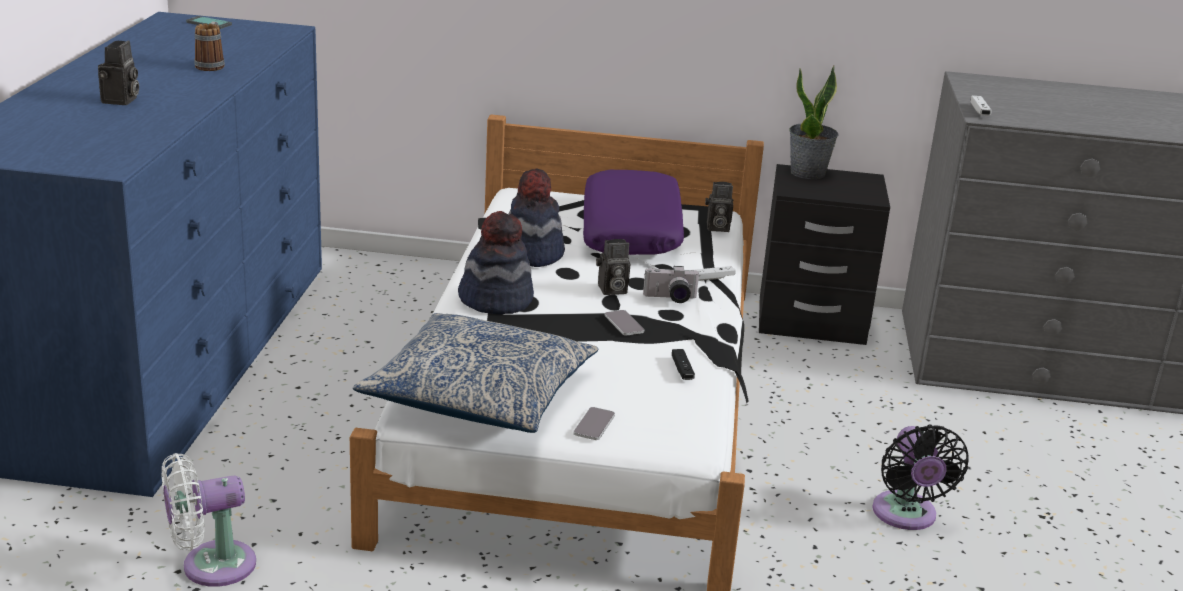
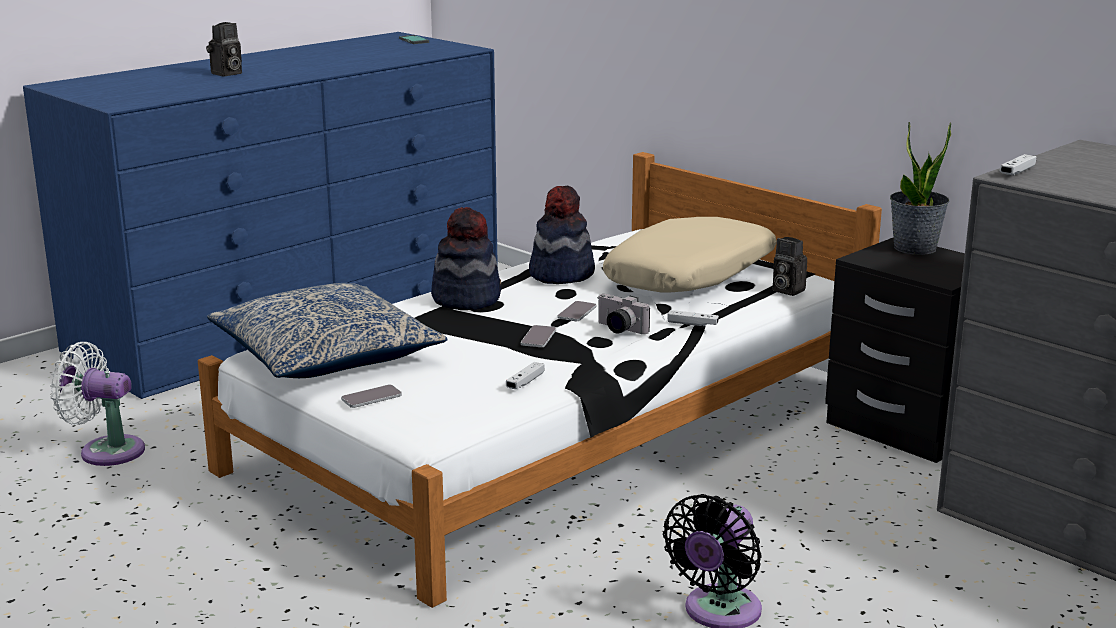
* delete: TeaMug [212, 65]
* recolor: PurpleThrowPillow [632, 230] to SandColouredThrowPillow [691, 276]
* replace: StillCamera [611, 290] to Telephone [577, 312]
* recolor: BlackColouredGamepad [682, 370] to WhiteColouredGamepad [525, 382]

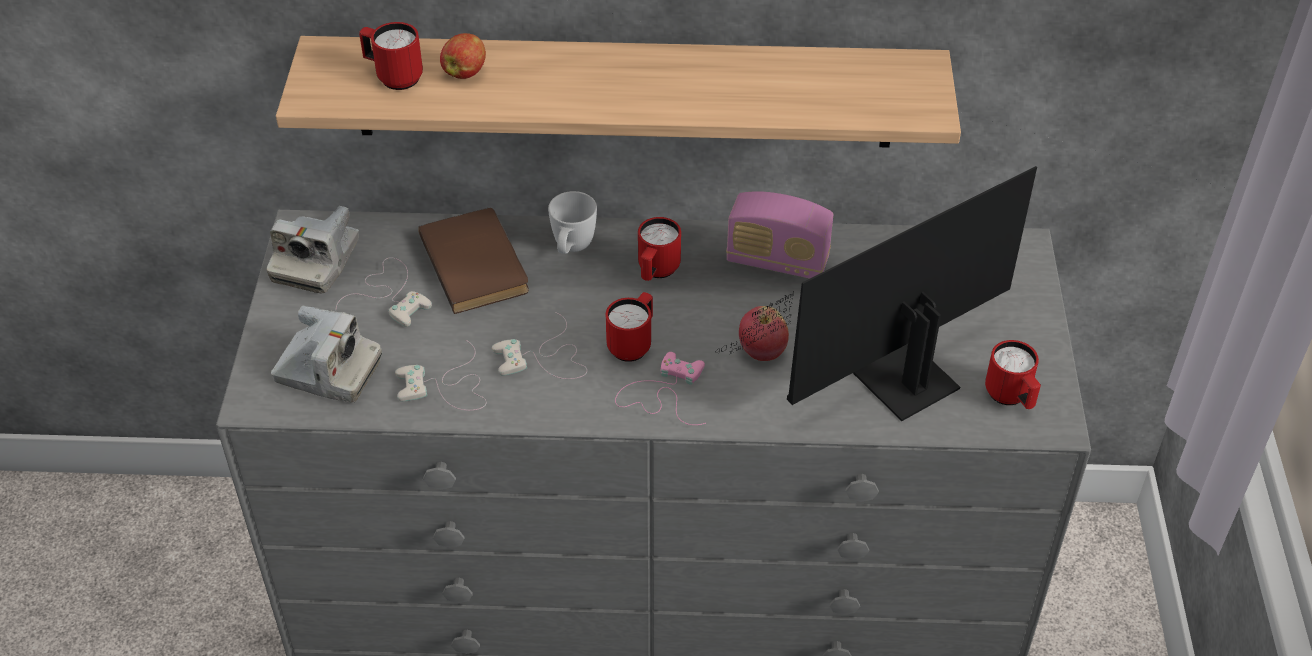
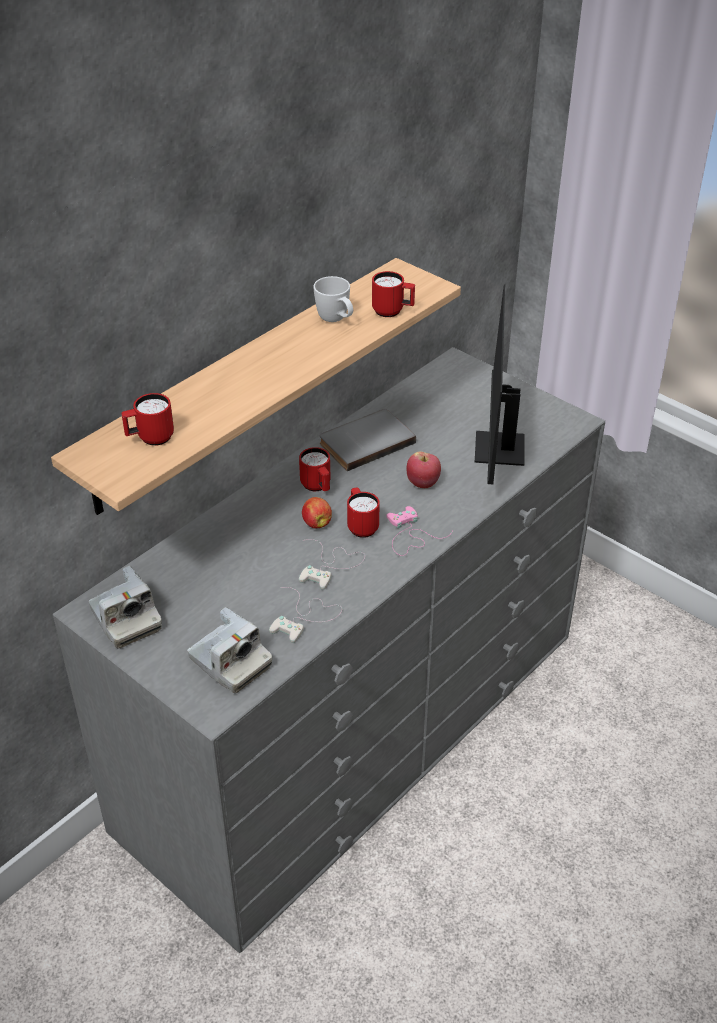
* move: Apple [465, 72] to [316, 523]
* move: WhiteColouredTeaMug [571, 249] to [336, 320]
* replace: Radio [777, 261] to GrayBoundBook [365, 441]
* delete: BrownBoundBook [478, 263]
* delete: WhiteColouredGamepad [390, 294]
* rotate: StillCamera [328, 371] = [230, 662] 75 degrees clockwise
* move: RedTeaMug [1011, 398] to [392, 311]

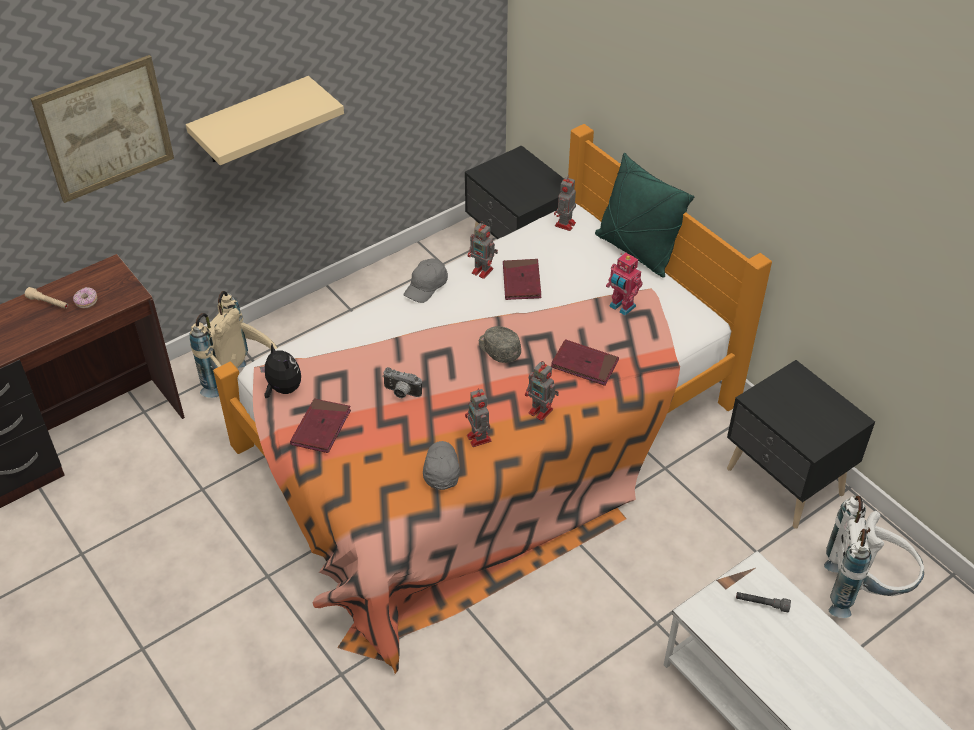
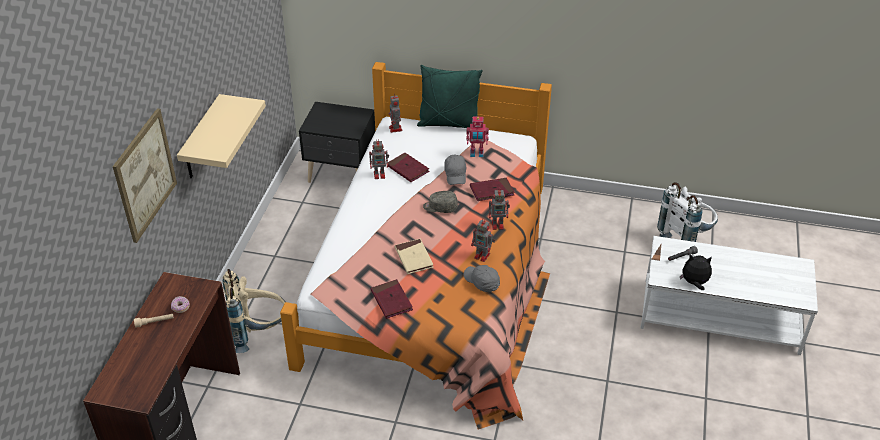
* move: GrayBaseballCap [426, 287] to [455, 174]
* move: PlushToy [282, 389] to [694, 283]
* delete: BlackColouredNightstand [784, 484]
* replace: StillCamera [401, 393] to SandColouredBoundBook [414, 258]

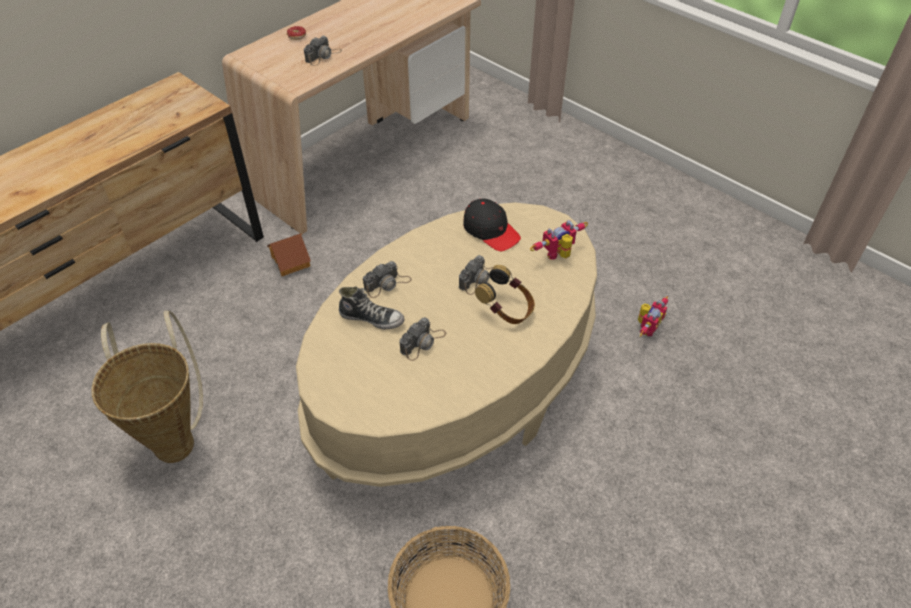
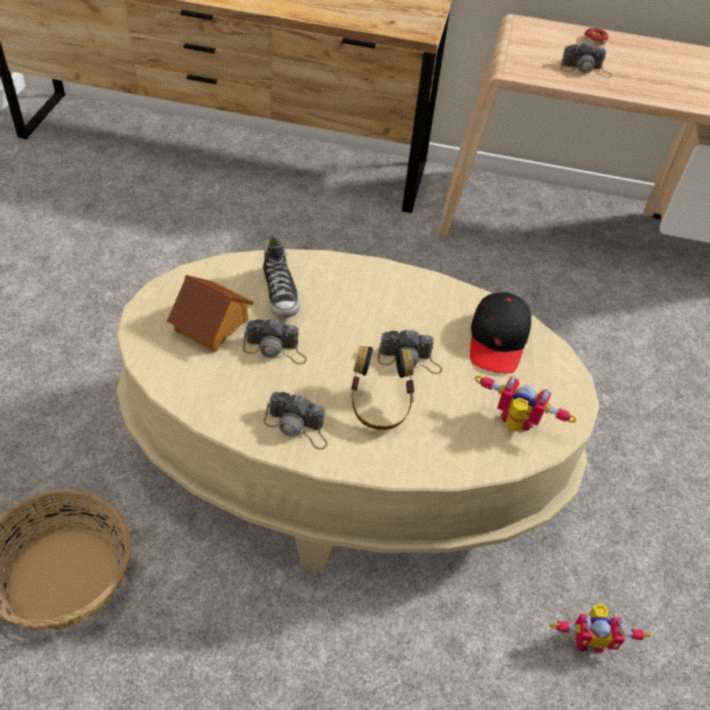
* move: MiniatureHouse [291, 261] to [212, 325]
* move: StillCamera [387, 284] to [297, 427]
* delete: StorageBasket [175, 438]

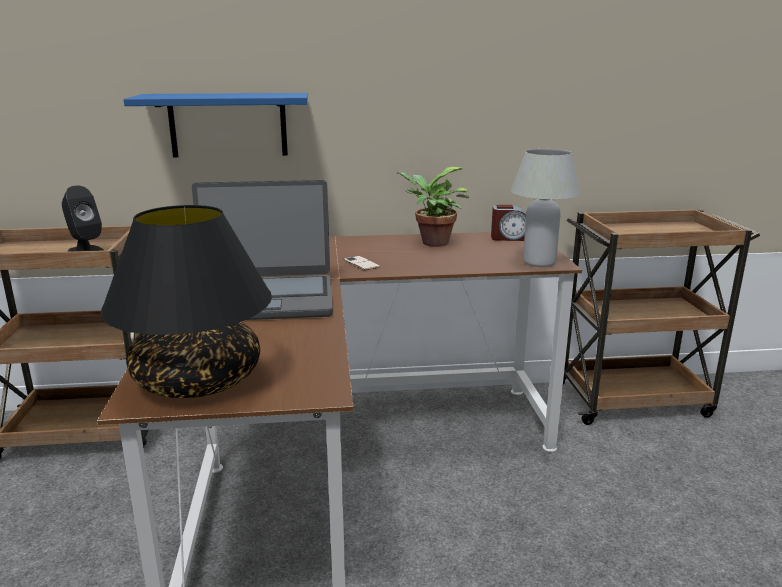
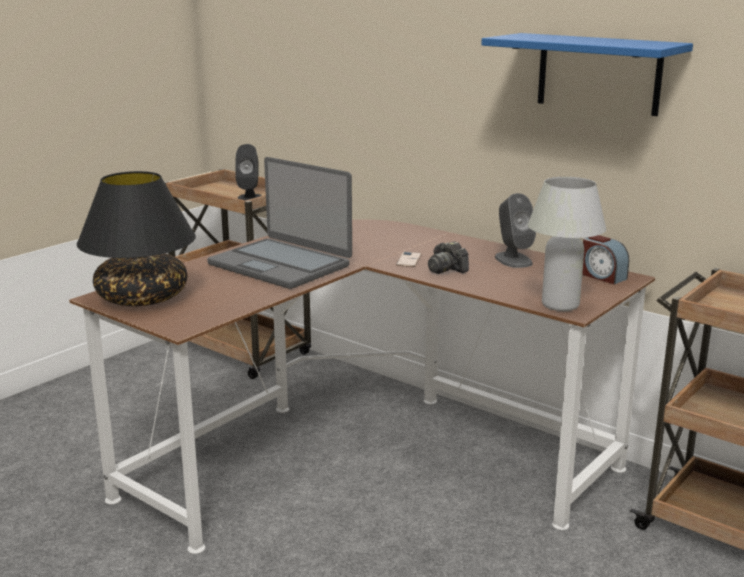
* move: BluishShelf [228, 125] to [598, 73]
* replace: Houseplant [431, 243] to GraySpeaker [513, 260]
* insert: StillCamera [446, 269]

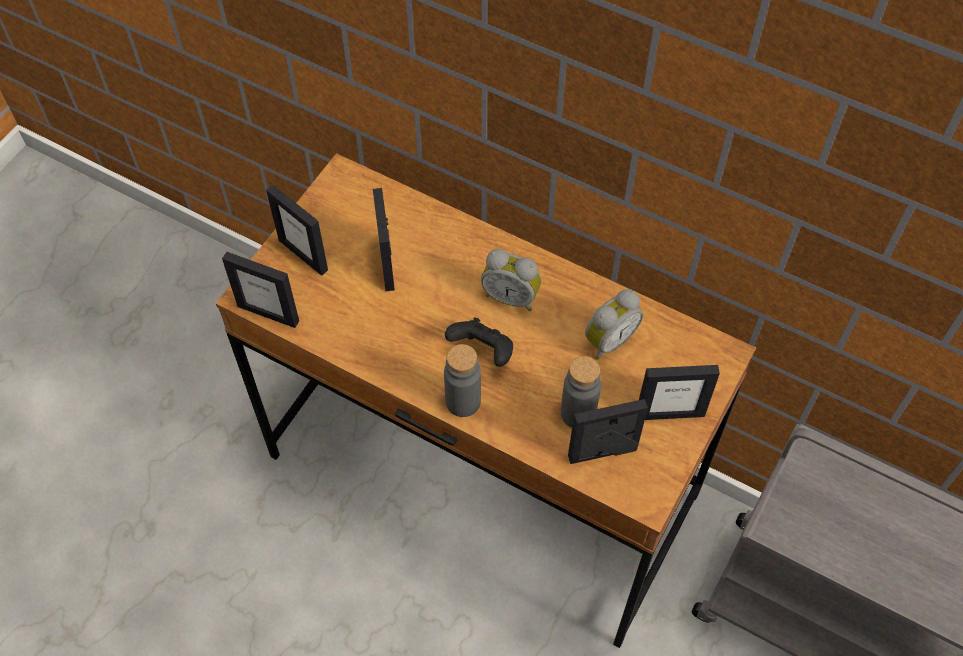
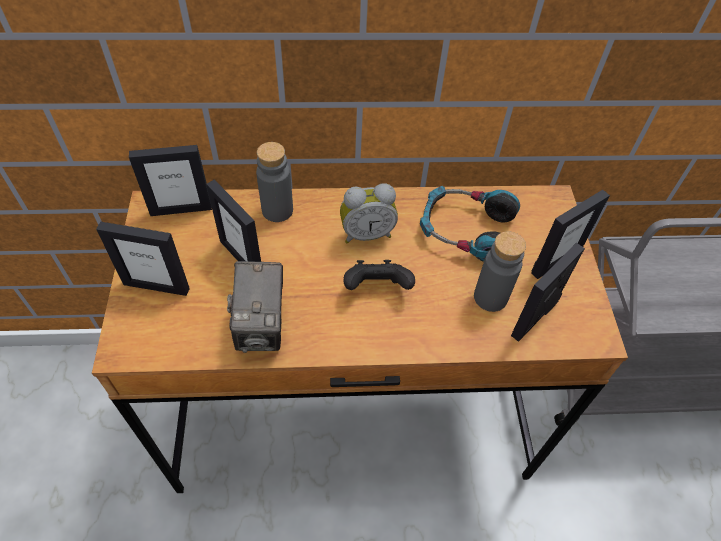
* move: PhotoFrame [268, 313] to [181, 209]
* replace: TableClock [608, 339] to PairOfHeadphones [466, 230]
* move: GrayDrinkBottle [463, 401] to [277, 210]
* insert: StillCamera [262, 327]

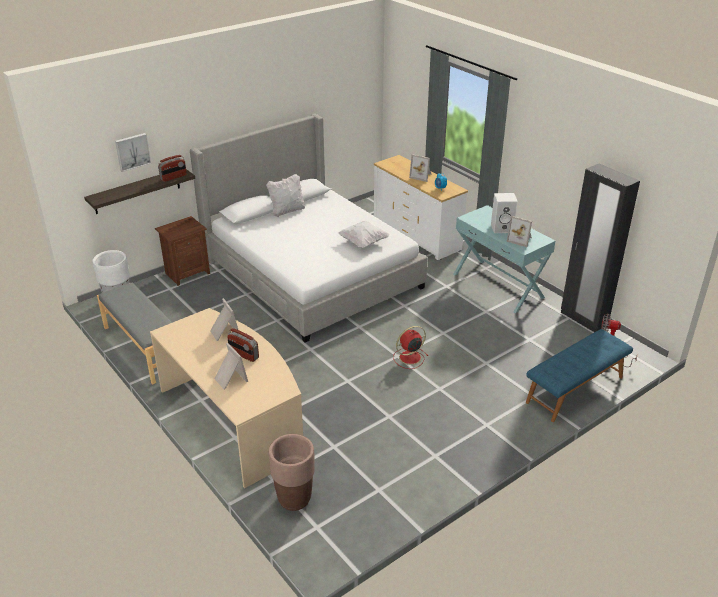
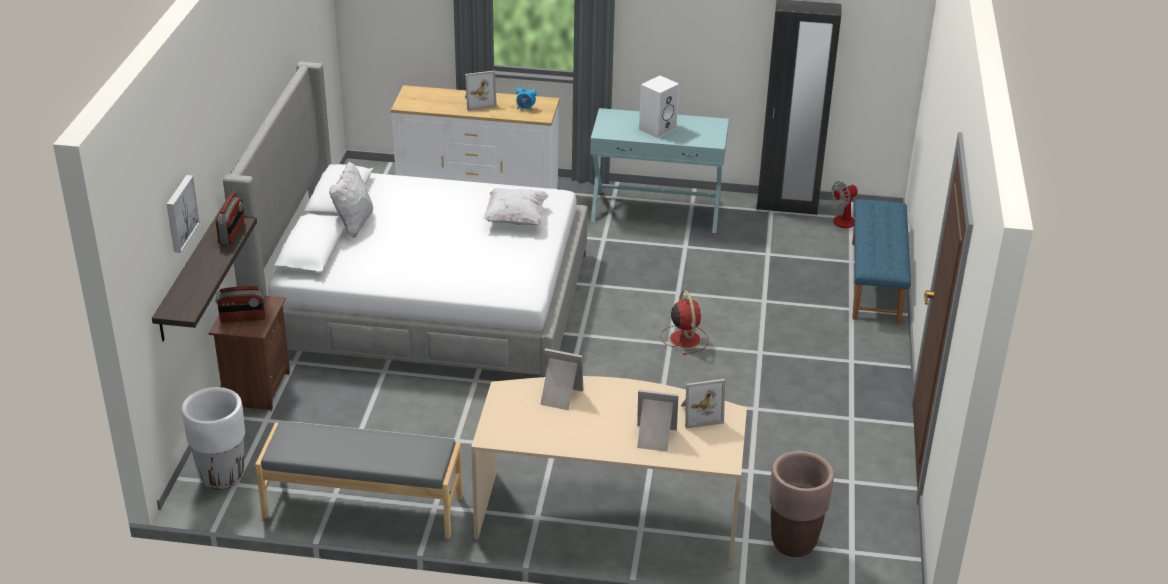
* move: PhotoFrame [520, 239] to [699, 414]
* rotate: RedCoolingFan [409, 358] = [684, 338] 150 degrees clockwise
* move: Radio [243, 354] to [242, 318]

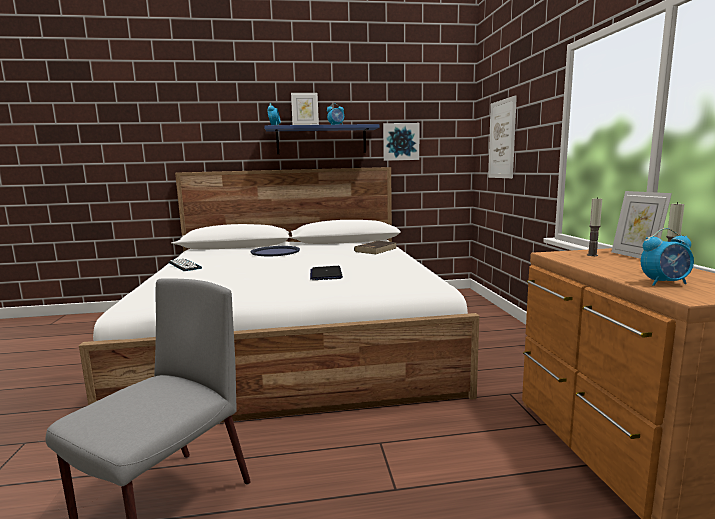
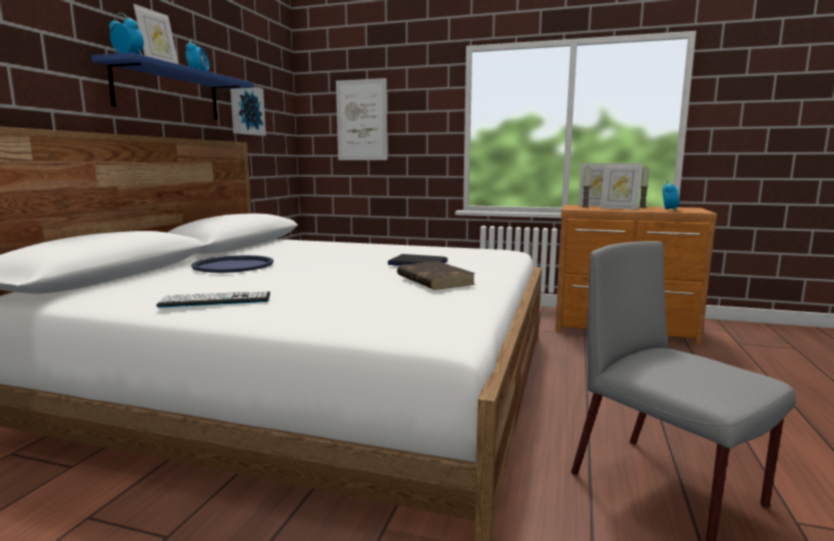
* move: BrownBoundBook [376, 249] to [434, 280]
* insert: PhotoFrame [619, 208]

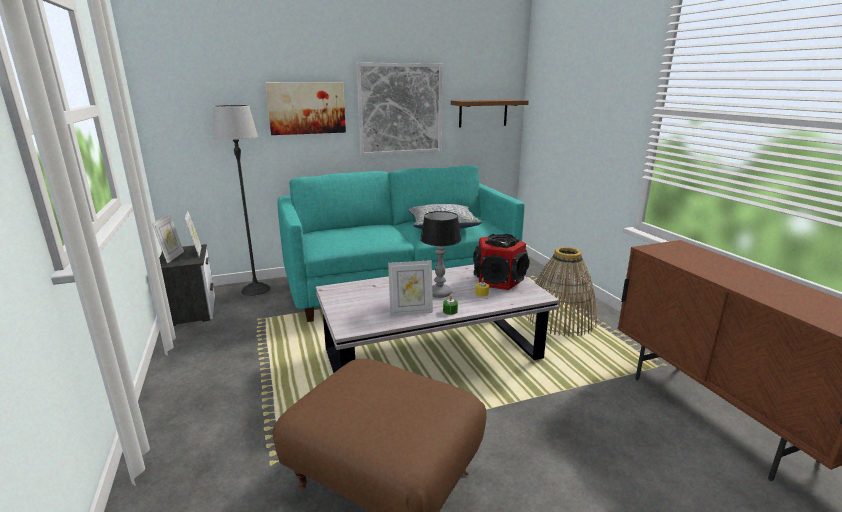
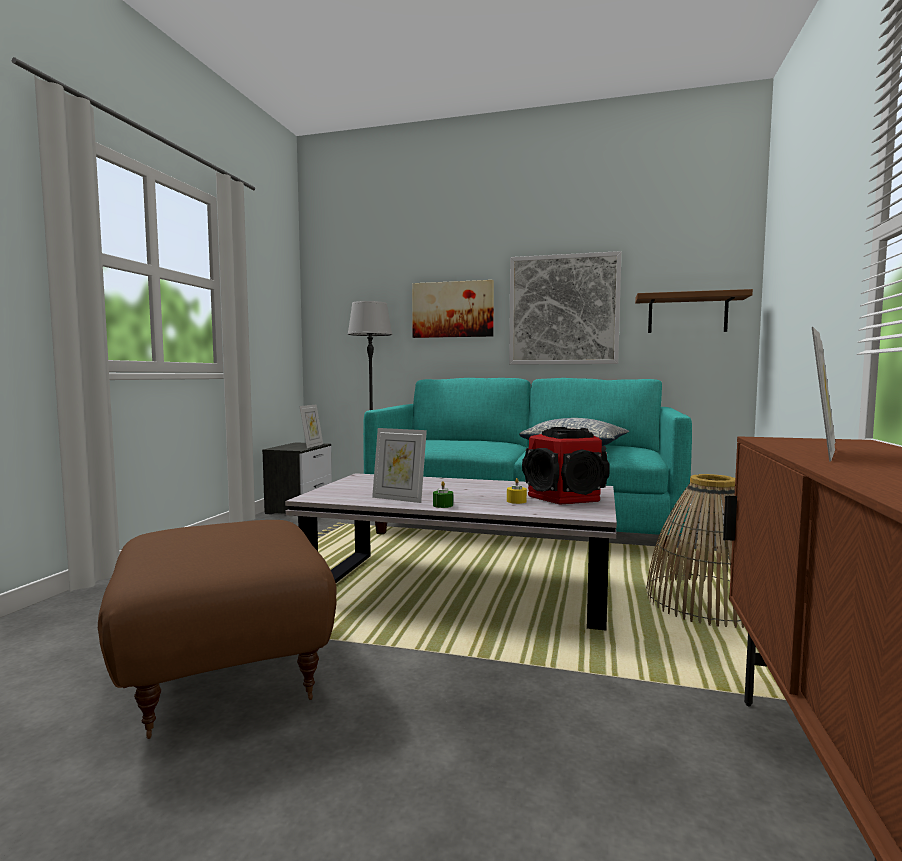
* delete: TabletopLamp [440, 293]
* move: PhotoFrame [172, 257] to [820, 454]

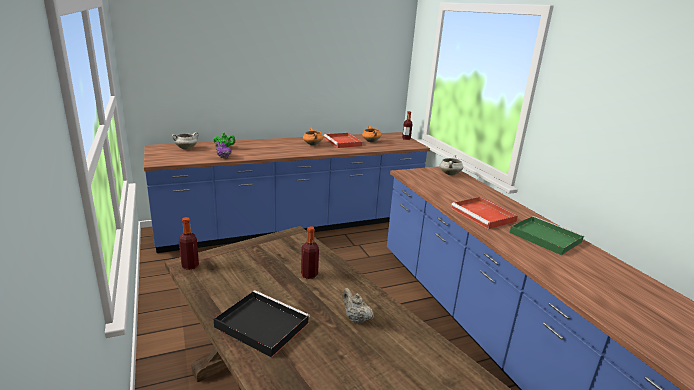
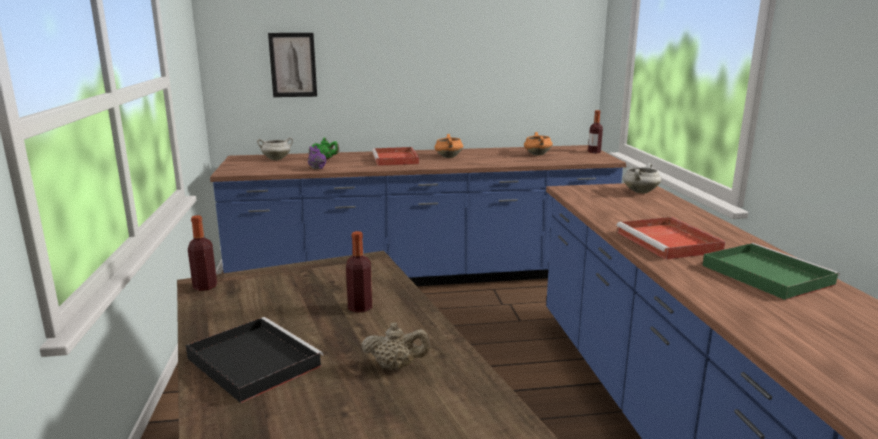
* move: RedTray [343, 142] to [395, 159]
* rotate: SandColouredTeapot [355, 318] = [396, 366] 120 degrees clockwise
* insert: WallPicture [293, 65]

